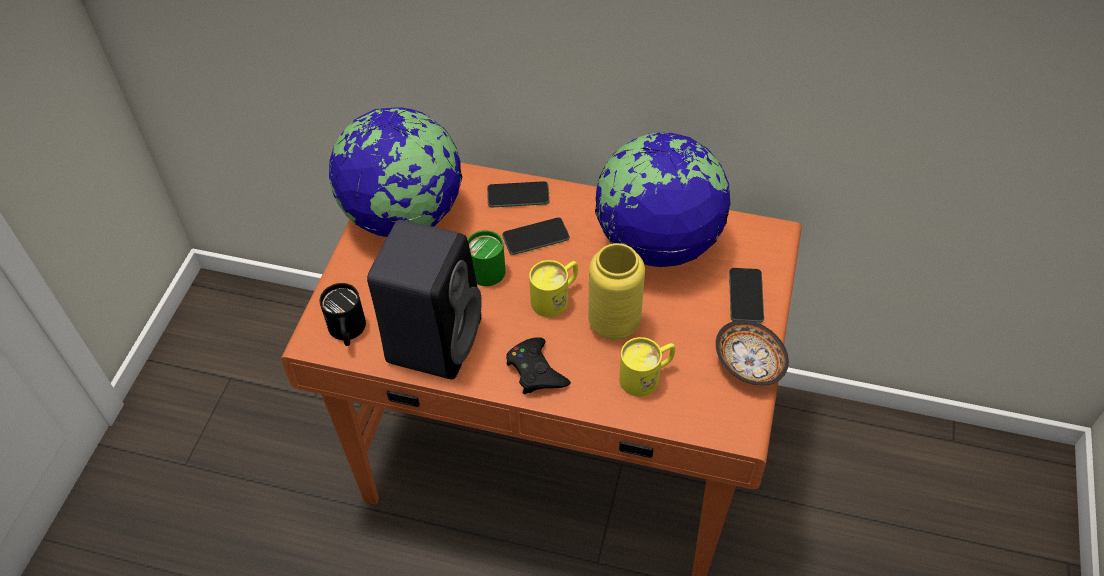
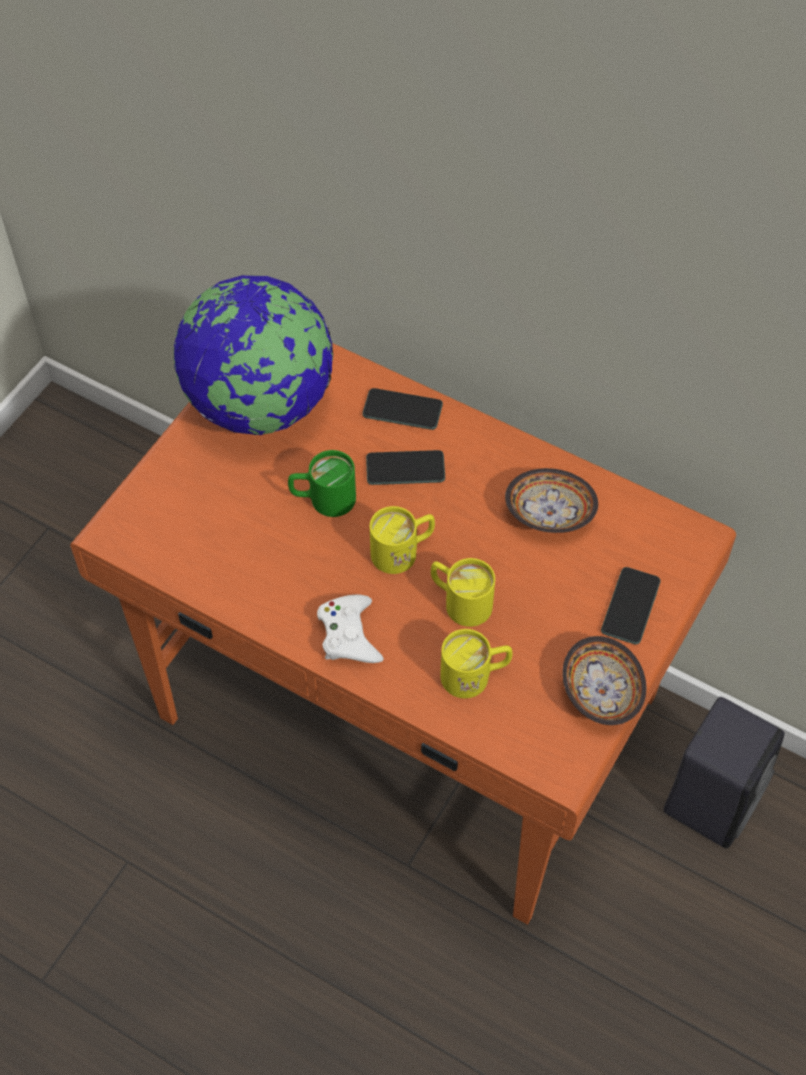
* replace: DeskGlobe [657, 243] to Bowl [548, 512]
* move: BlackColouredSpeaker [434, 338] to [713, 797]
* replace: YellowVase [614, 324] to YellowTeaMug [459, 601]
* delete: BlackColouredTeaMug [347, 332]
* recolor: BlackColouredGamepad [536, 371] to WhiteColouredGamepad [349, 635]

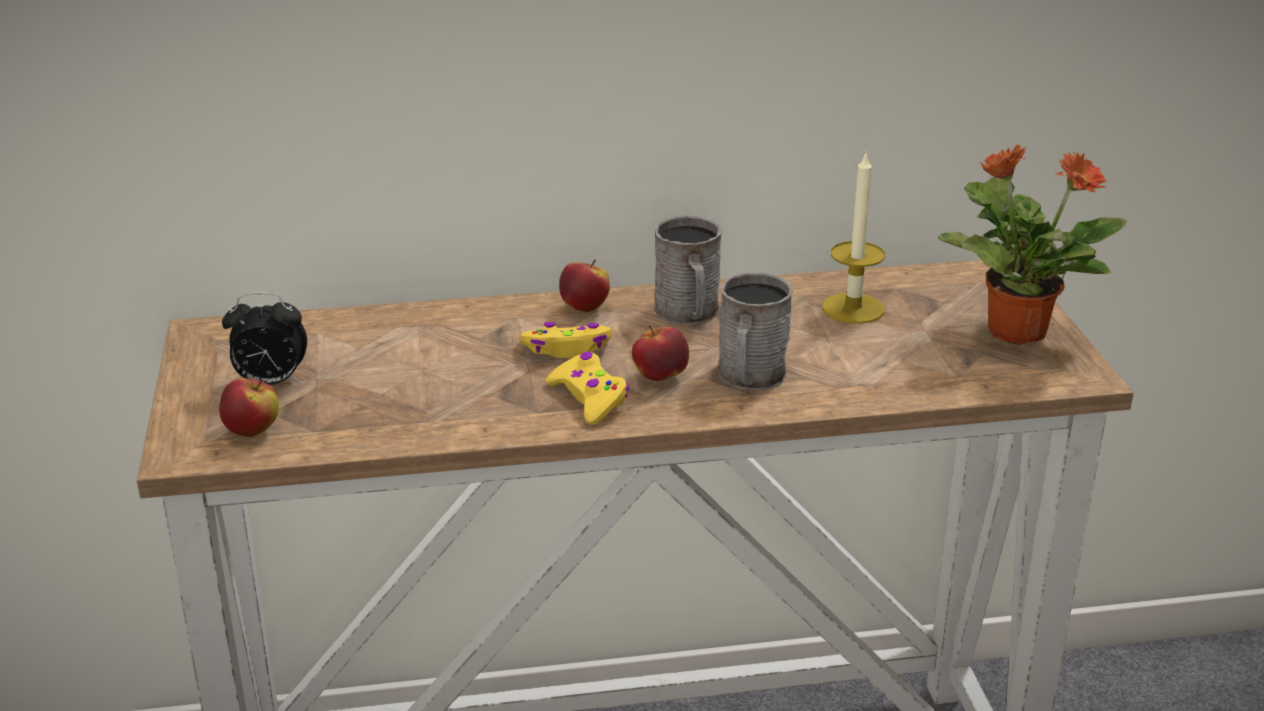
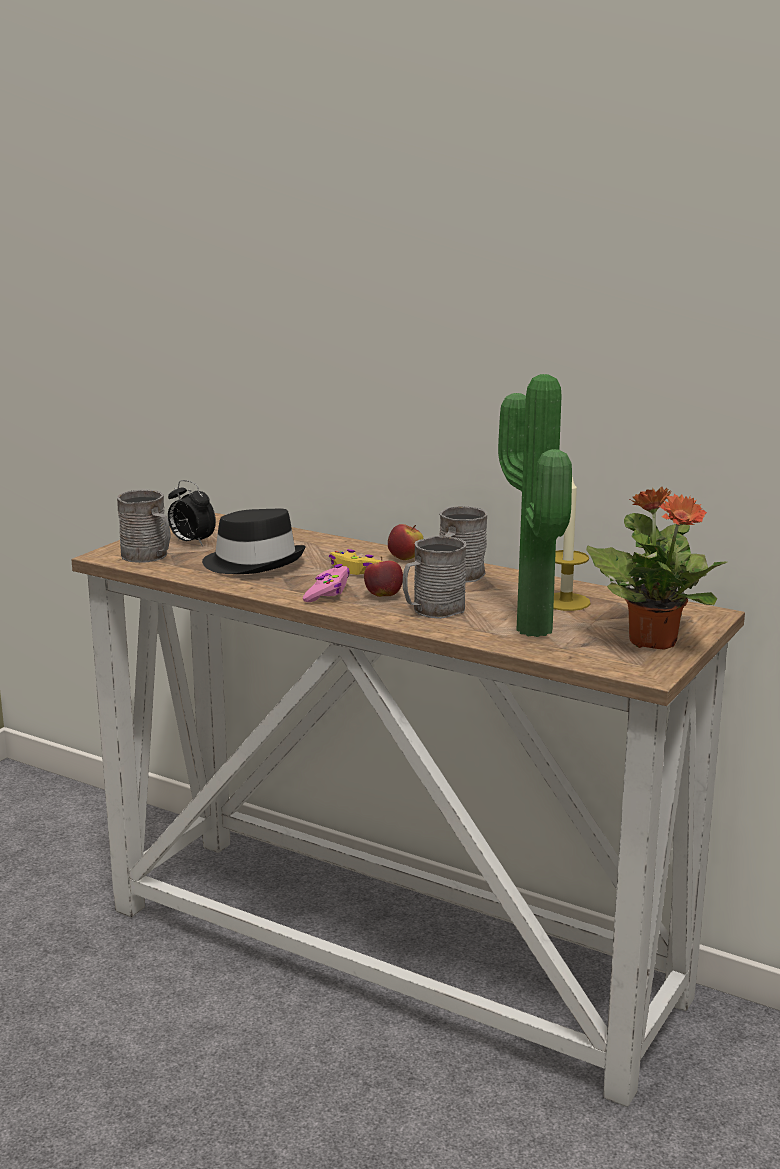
* recolor: YellowGamepad [589, 398] to PinkColouredGamepad [327, 592]
* replace: Apple [253, 431] to GrayTeaMug [149, 556]
* insert: Houseplant [527, 631]
* insert: BlackColouredHat [254, 562]

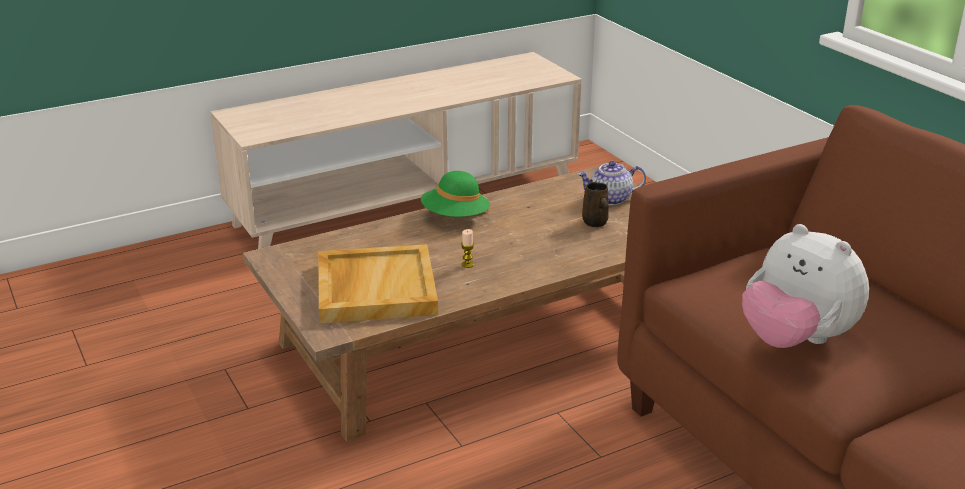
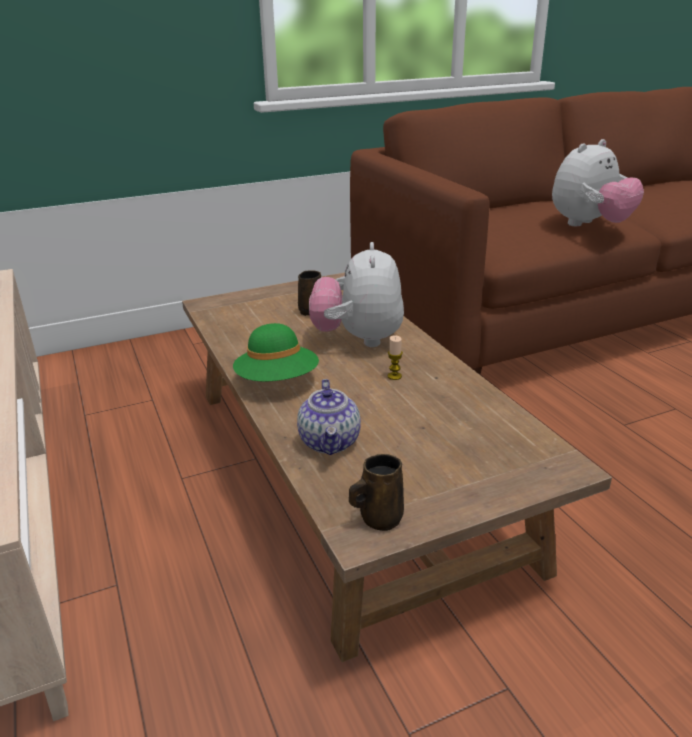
* move: Teapot [610, 199] to [330, 442]
* delete: SandColouredTray [375, 288]
* insert: PlushToy [358, 339]
* insert: BrownTeaMug [379, 518]

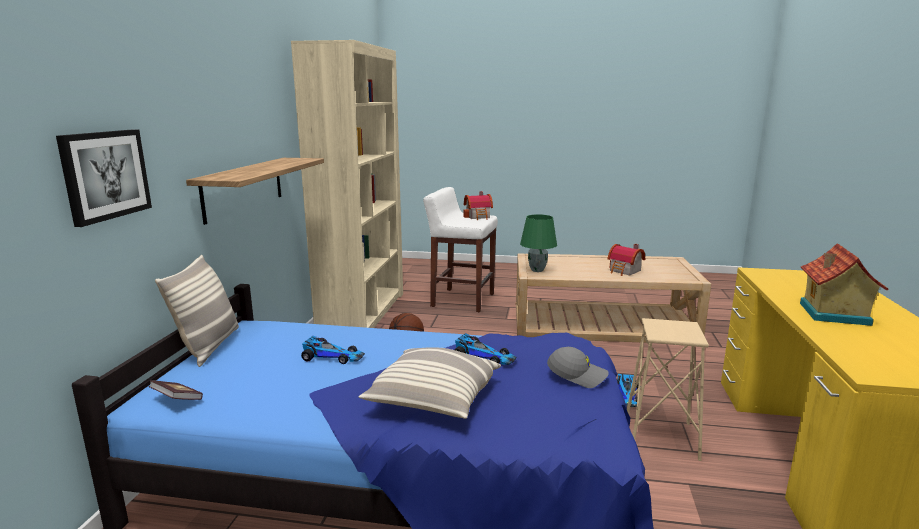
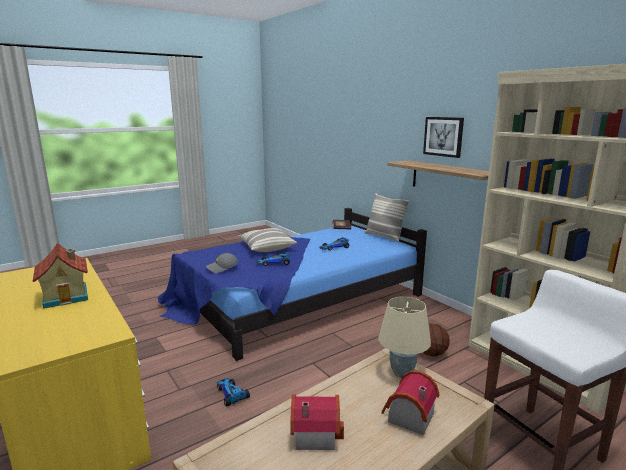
* move: WallPicture [105, 175] to [443, 136]
* move: MiniatureHouse [479, 216] to [407, 417]
* recolor: GreenColouredTabletopLamp [537, 270] to SandColouredTabletopLamp [401, 373]
* delete: SandColouredStool [661, 437]

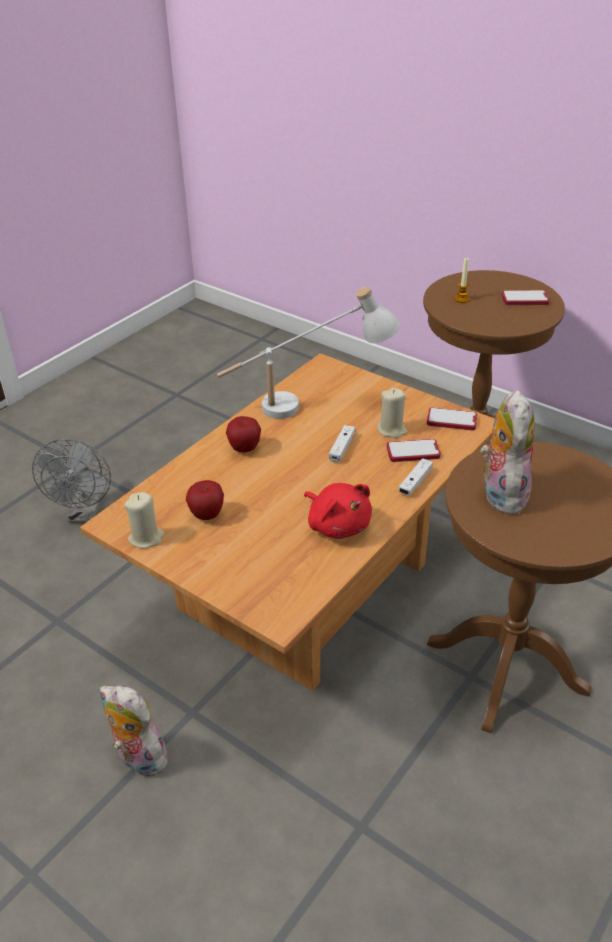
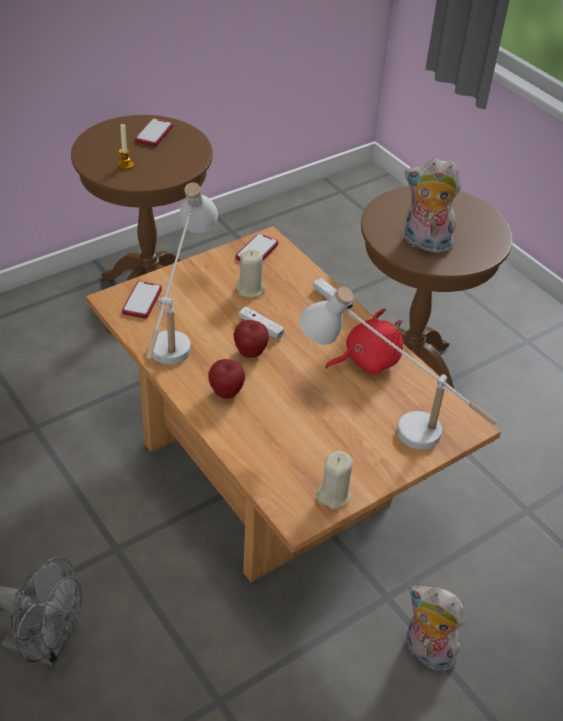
* move: Telephone [413, 452] to [142, 301]
* move: Apple [207, 515] to [250, 353]
* rotate: PlushToy [138, 758] = [426, 652] 75 degrees clockwise
* insert: WhiteColouredTabletopLamp [387, 421]

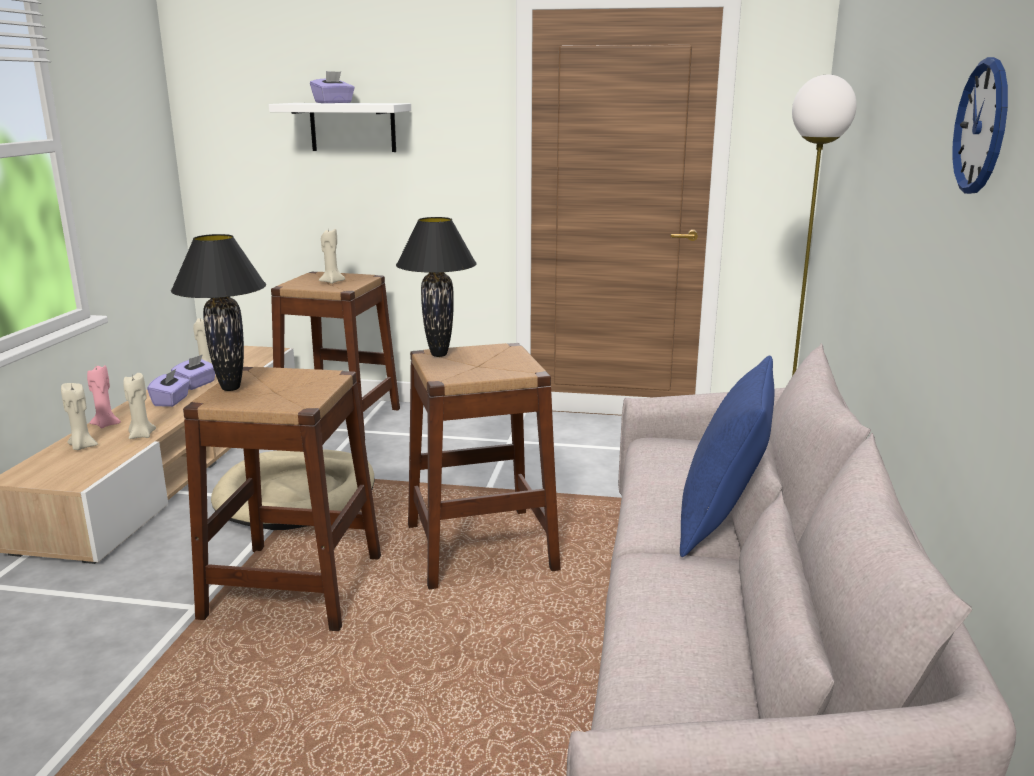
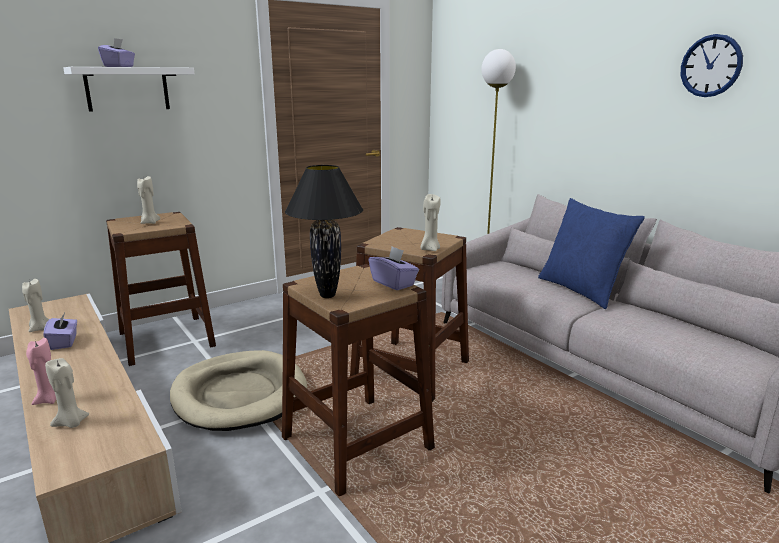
* delete: BlackColouredTabletopLamp [439, 354]
* move: PurpleTissueBox [171, 401] to [393, 283]
* move: SandColouredCandle [141, 435] to [429, 249]

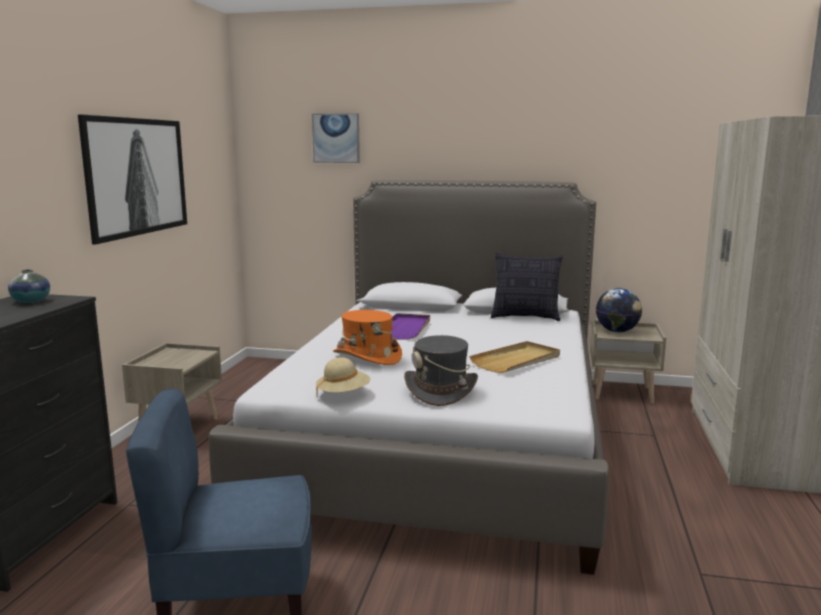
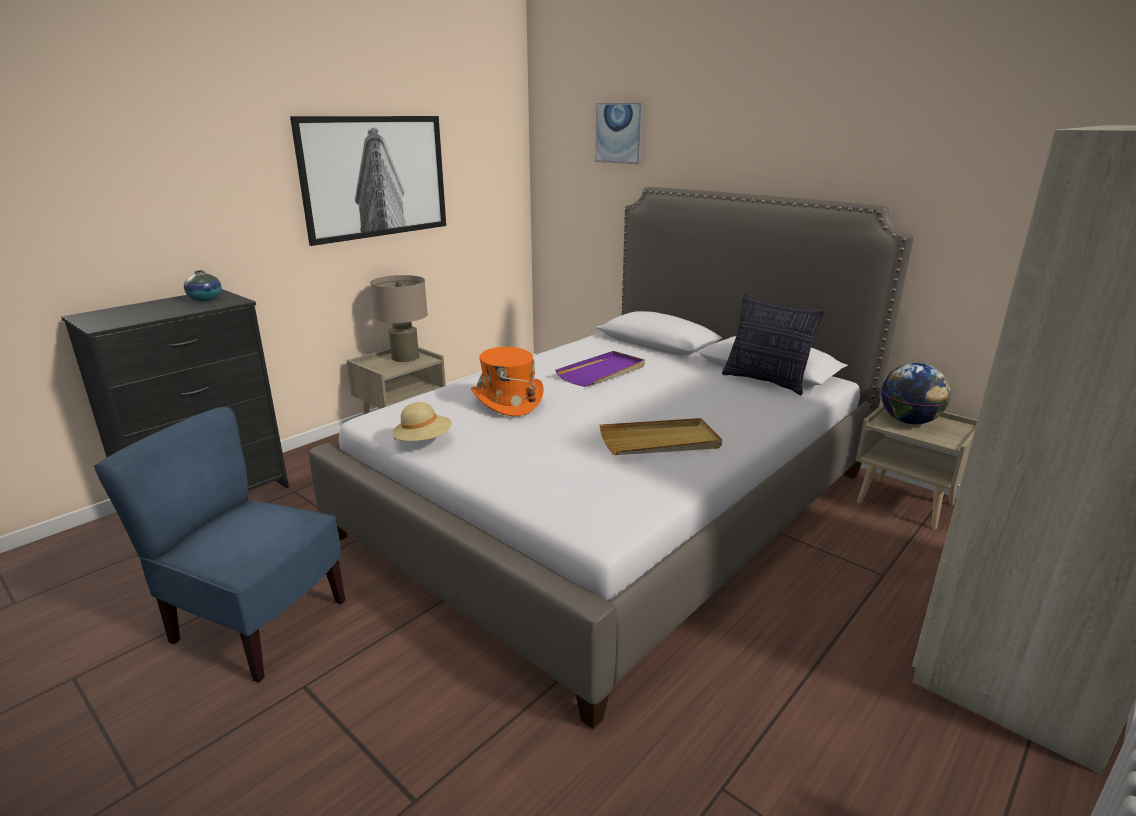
* delete: GrayHat [441, 390]
* insert: SandColouredTabletopLamp [405, 357]

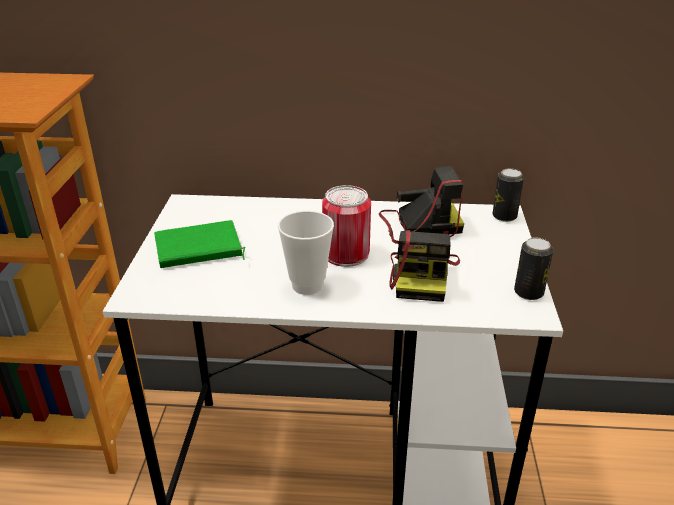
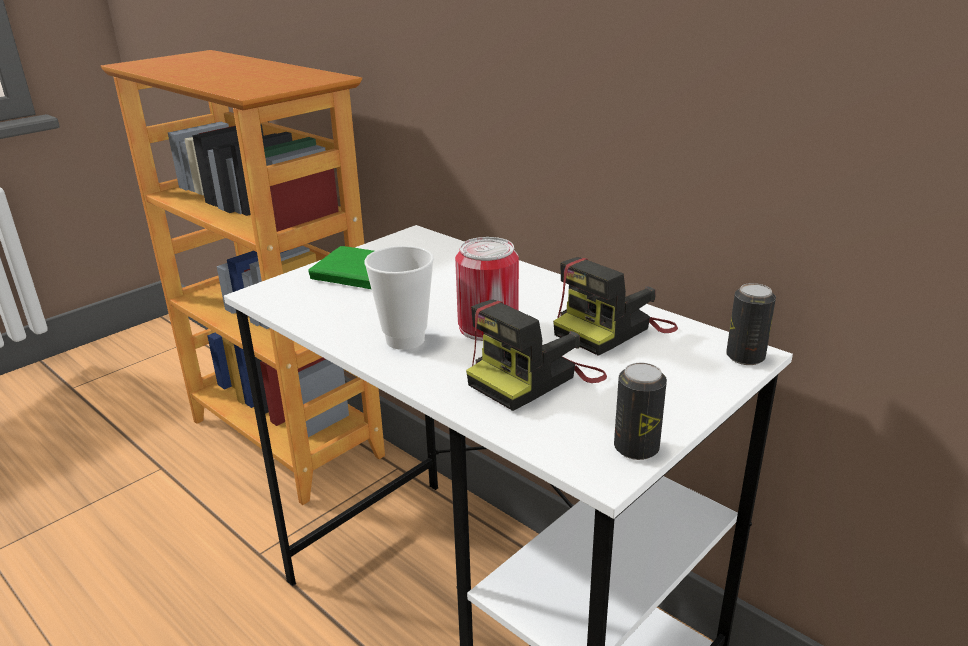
* rotate: StillCamera [418, 226] = [612, 329] 105 degrees clockwise

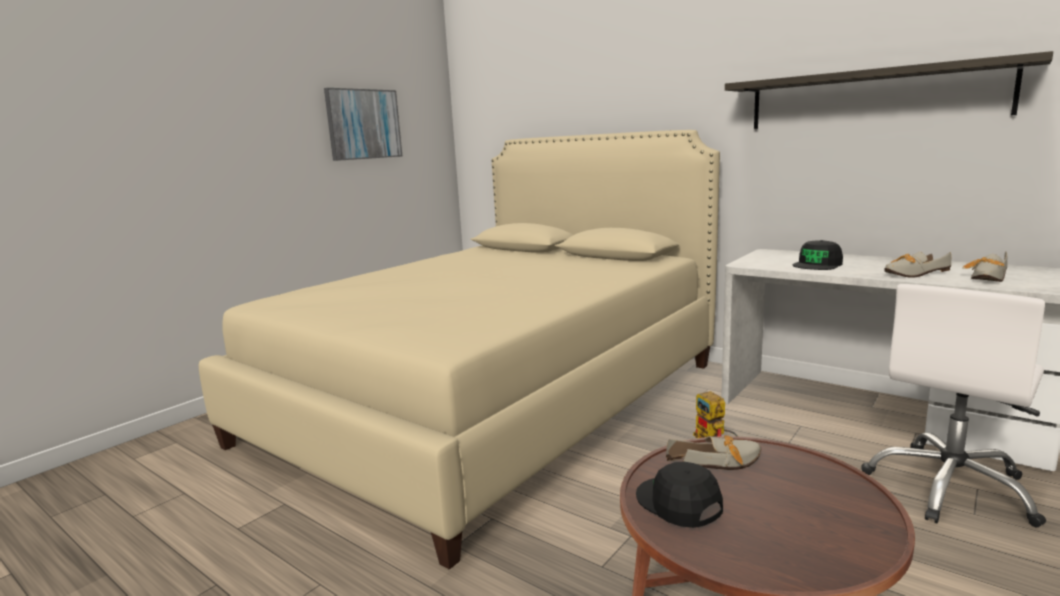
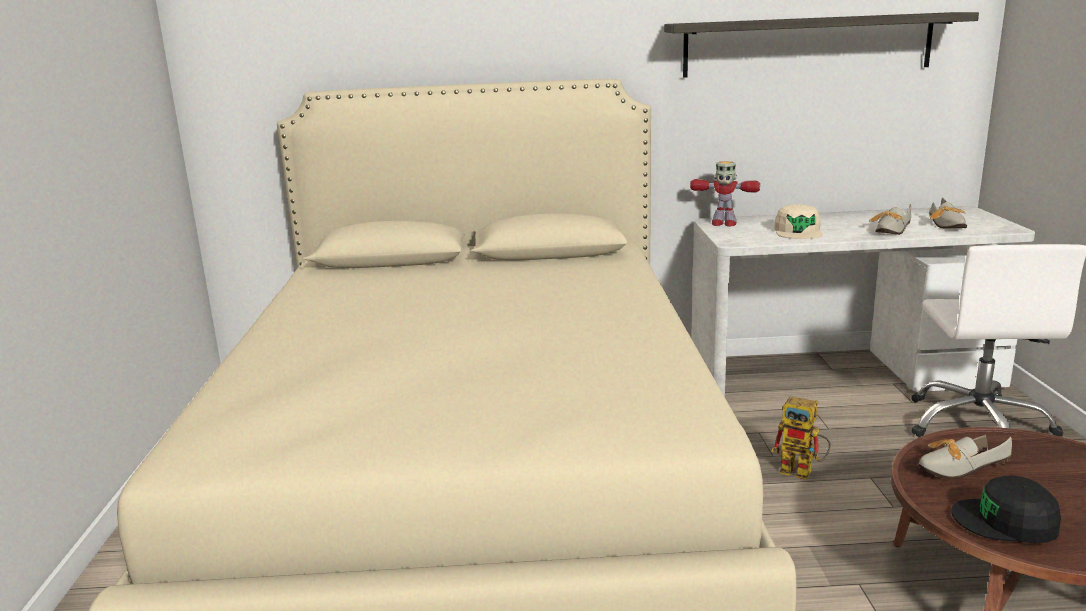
* delete: WallPicture [363, 124]
* recolor: BlackColouredBaseballCap [818, 265] to SandColouredBaseballCap [798, 232]
* rotate: ItemOfFootwear [721, 463] = [955, 468] 150 degrees counterclockwise
* insert: ModelRobot [723, 223]

